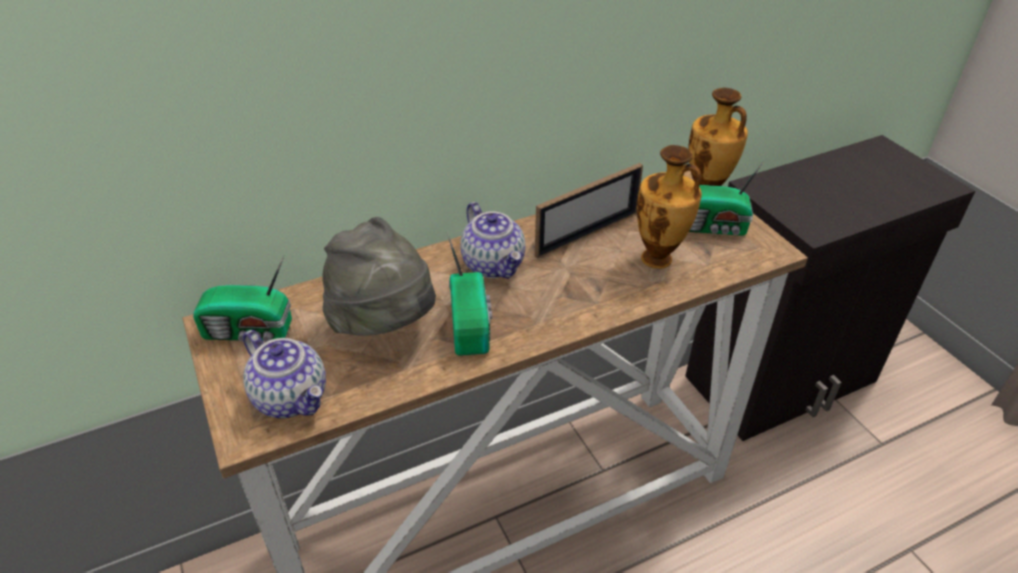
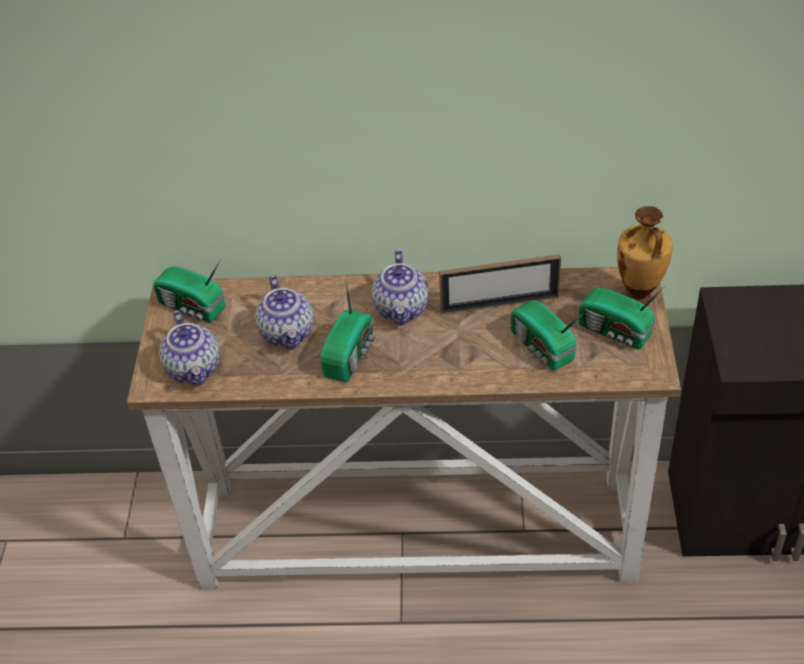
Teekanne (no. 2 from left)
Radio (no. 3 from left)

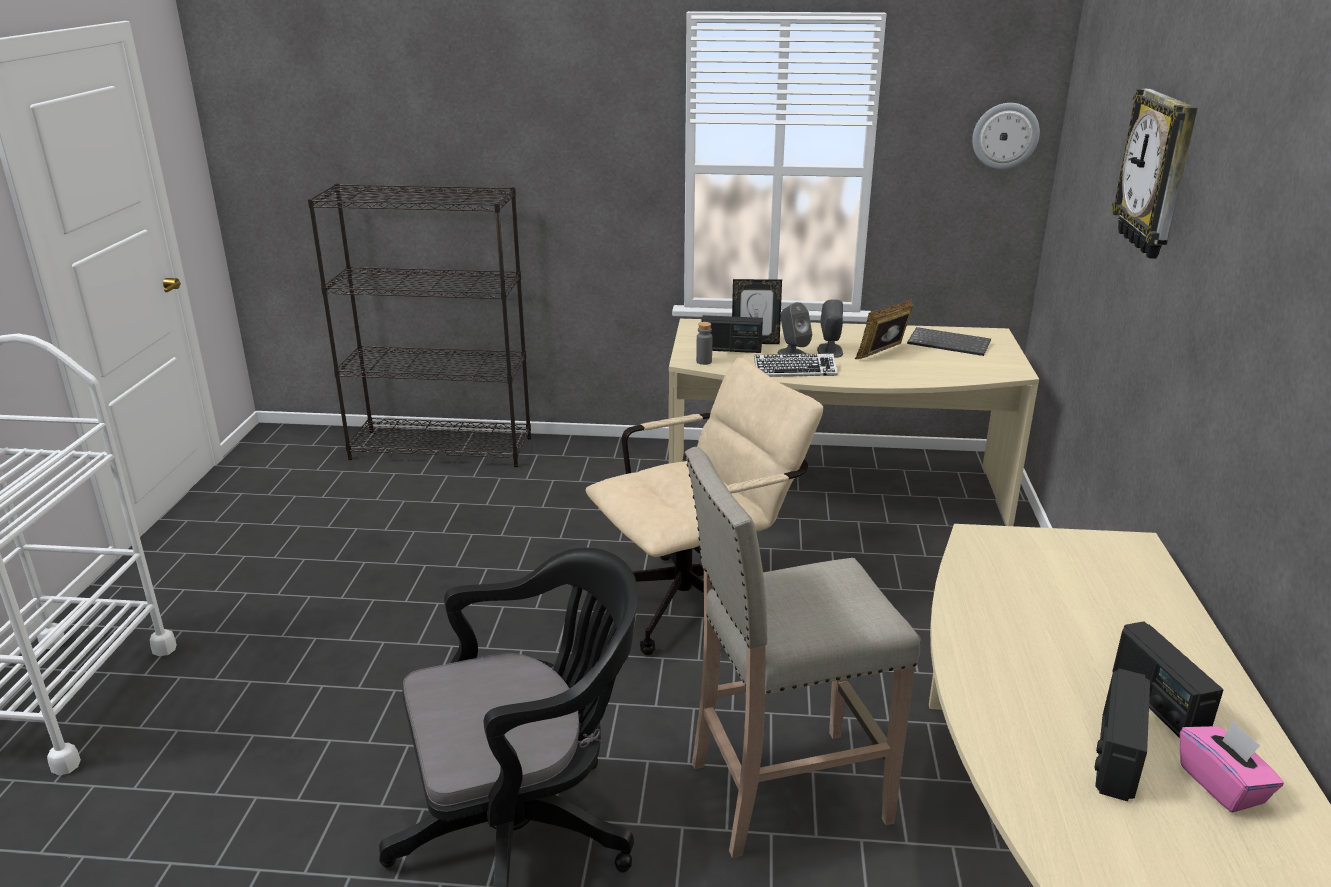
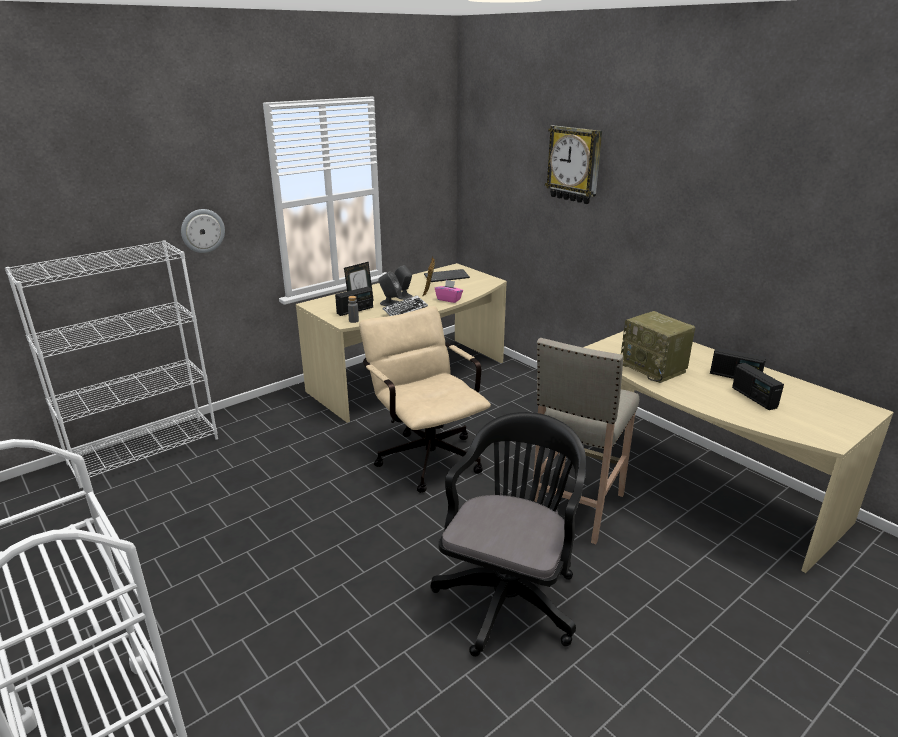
Bücherregal/weiß
Bürostuhl/beige
Wanduhr (no. 1 from left)
Taschentuchbox/rosa
Radio (no. 2 from left)

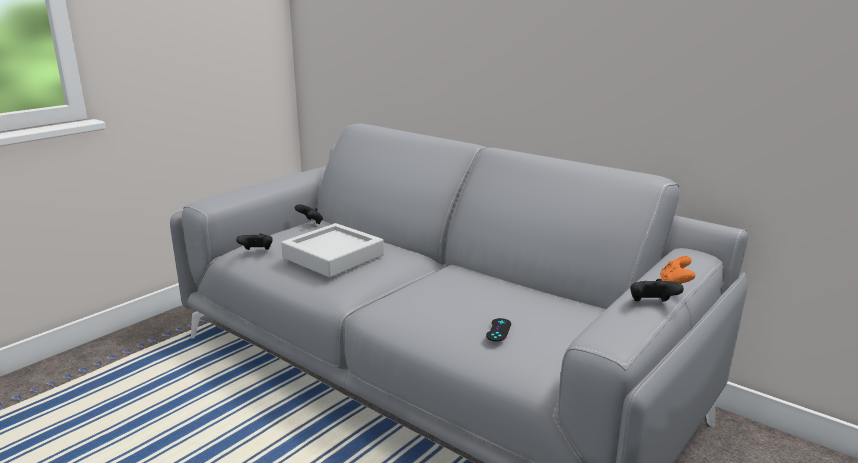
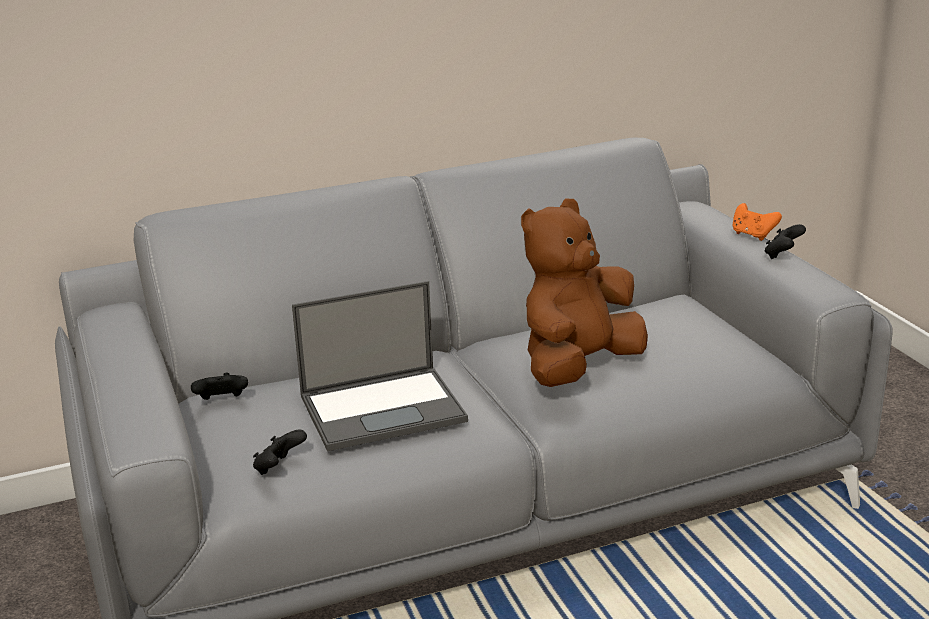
Laptop
Gamepad/schwarz (no. 3 from left in the first image)
Plüschtier/braun

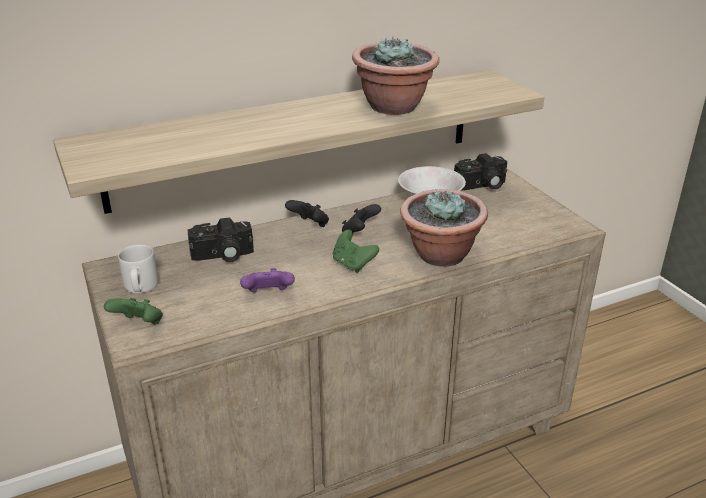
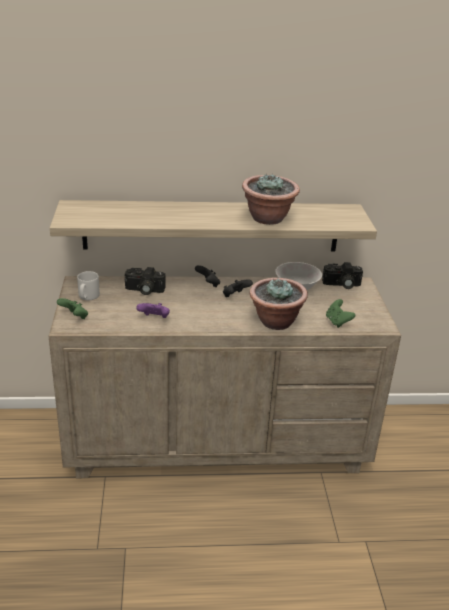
Gamepad/grün (no. 2 from left)

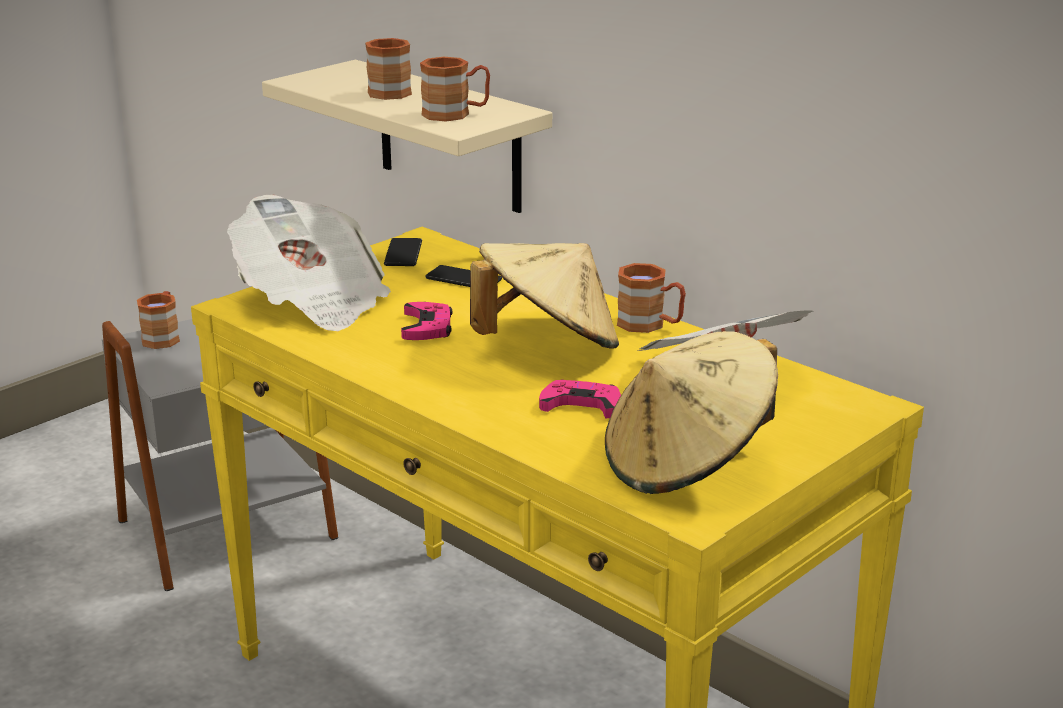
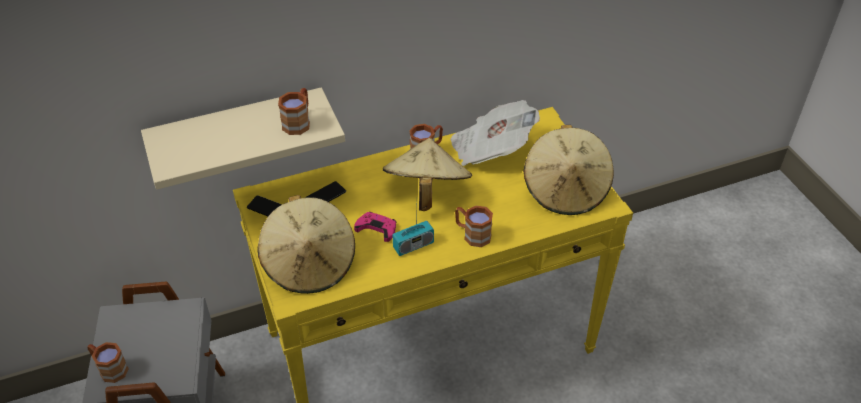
Hut/beige (no. 1 from left)
Henkelbecher/braun (no. 4 from left)
Gamepad/rosa (no. 2 from left in the first image)
Radio

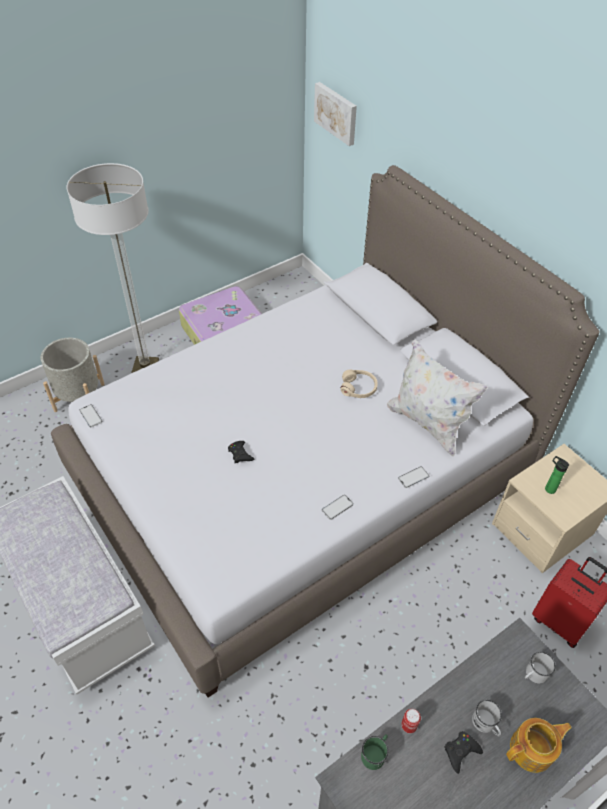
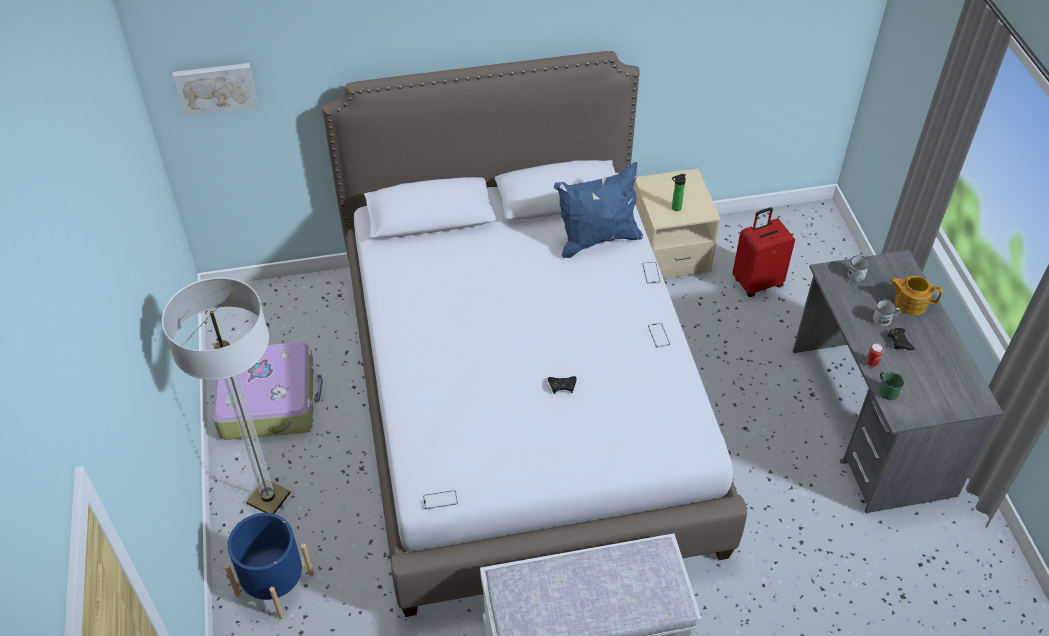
Pflanzkübel/blau
Kopfhörer/beige
Kissen/blau
Teekanne

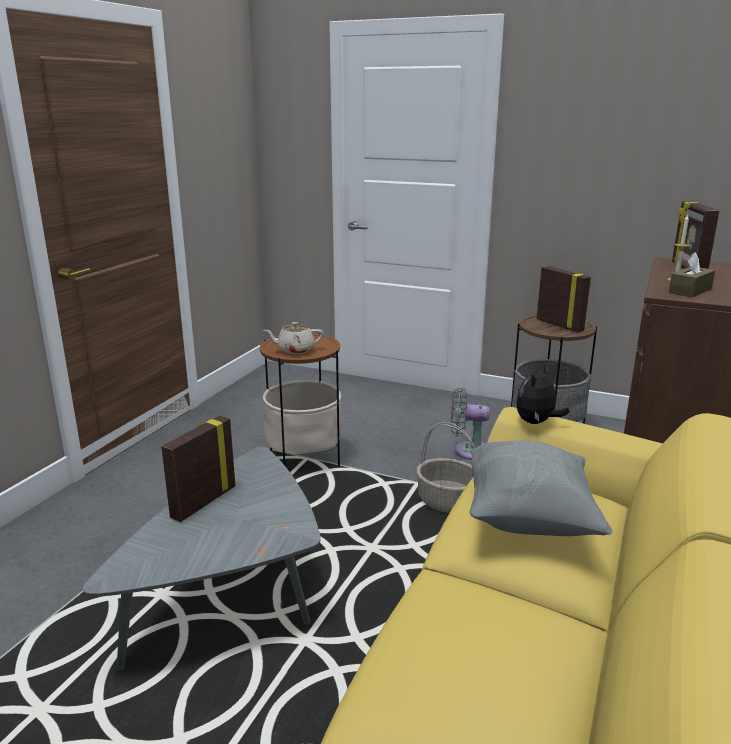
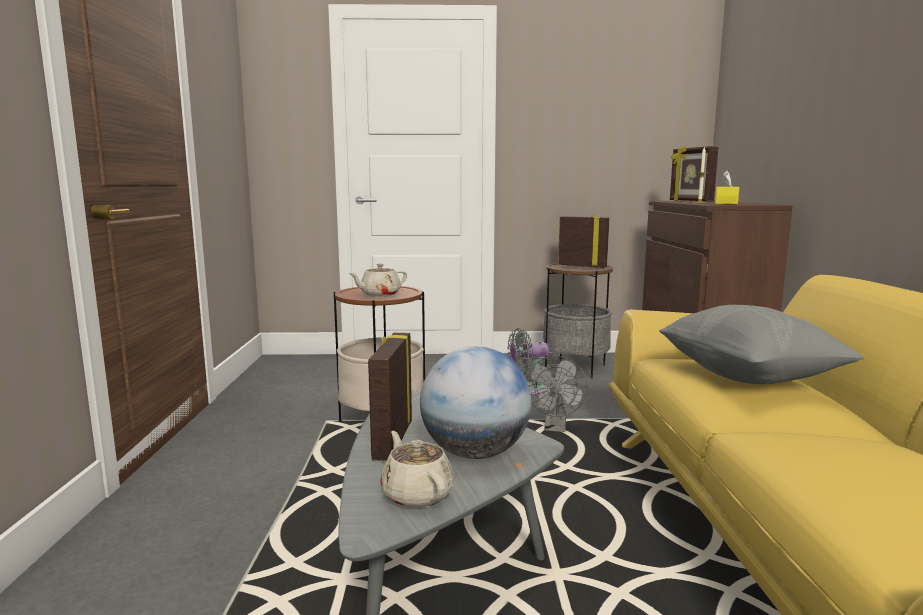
Ventilator/grau (no. 2 from left)
Plüschtier
Taschentuchbox/gelb
Teekanne/beige (no. 2 from left)
Globus

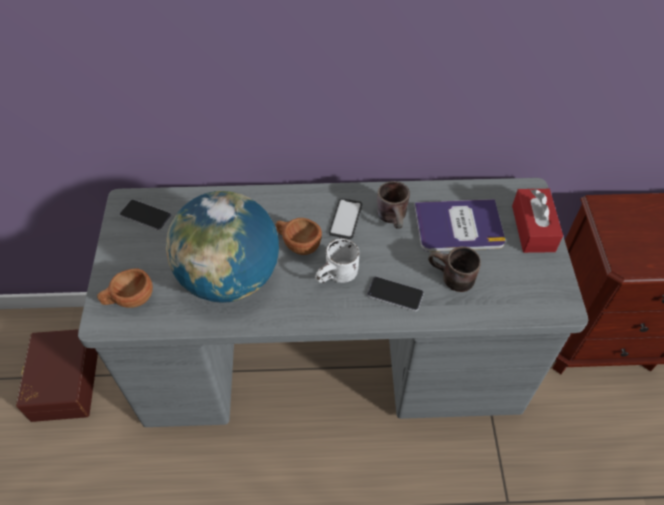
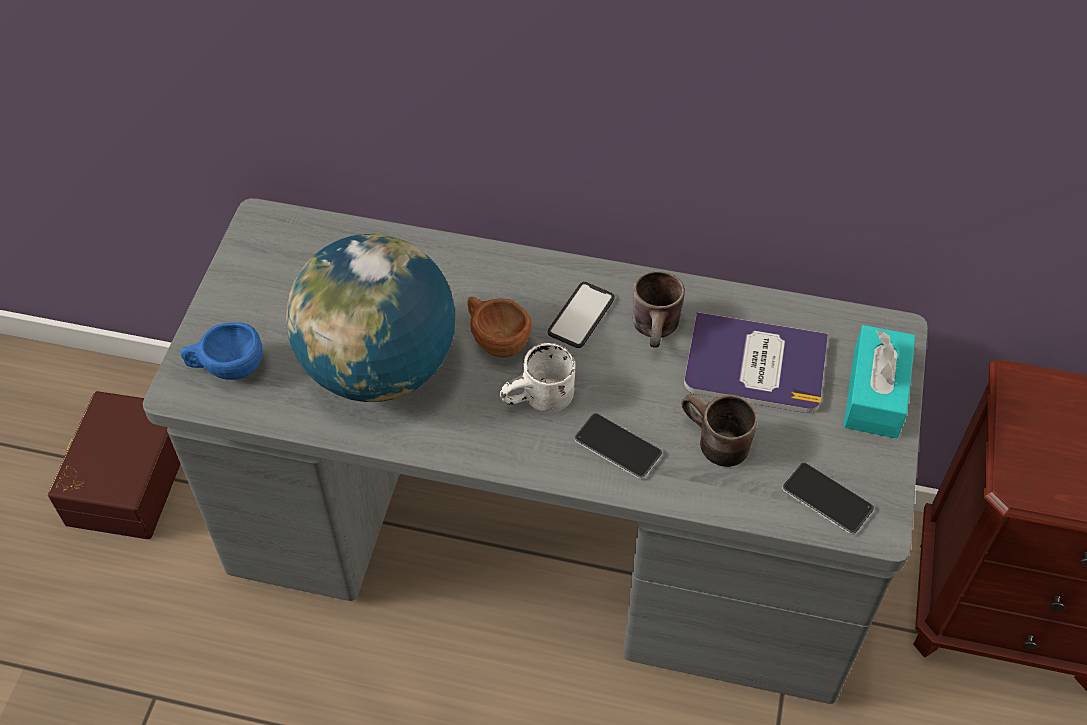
Tasse/blau
Handy (no. 3 from left)
Taschentuchbox/türkis

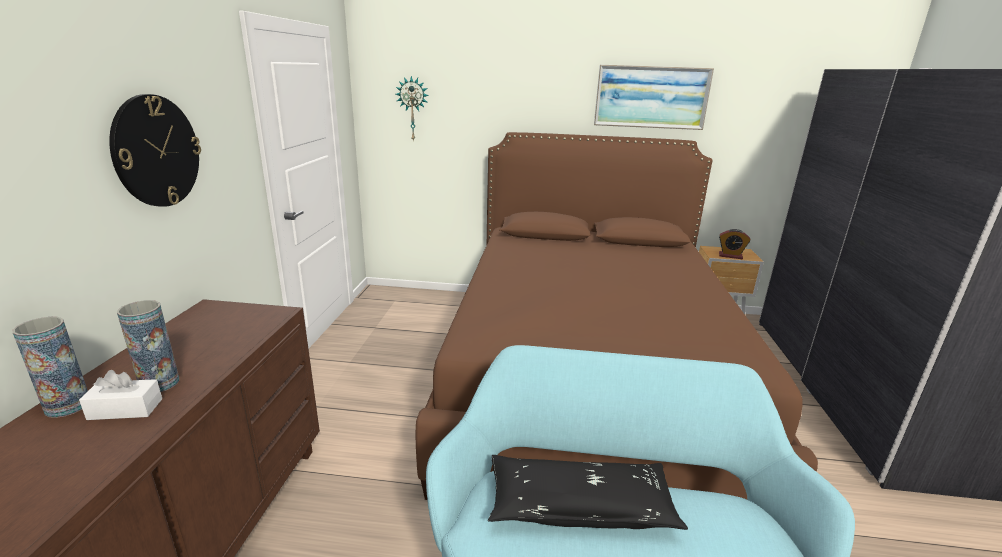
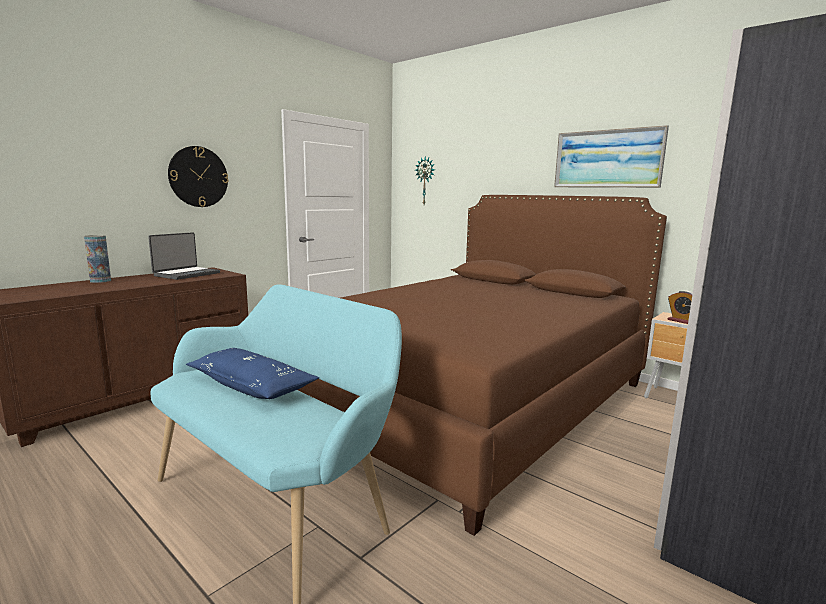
Taschentuchbox/weiß
Vase (no. 2 from left in the first image)
Kissen/blau
Laptop

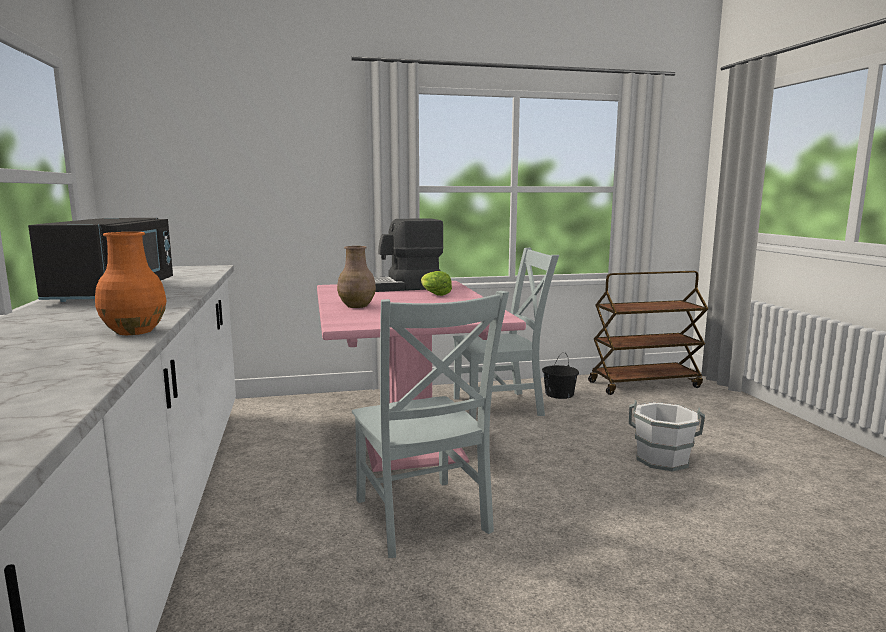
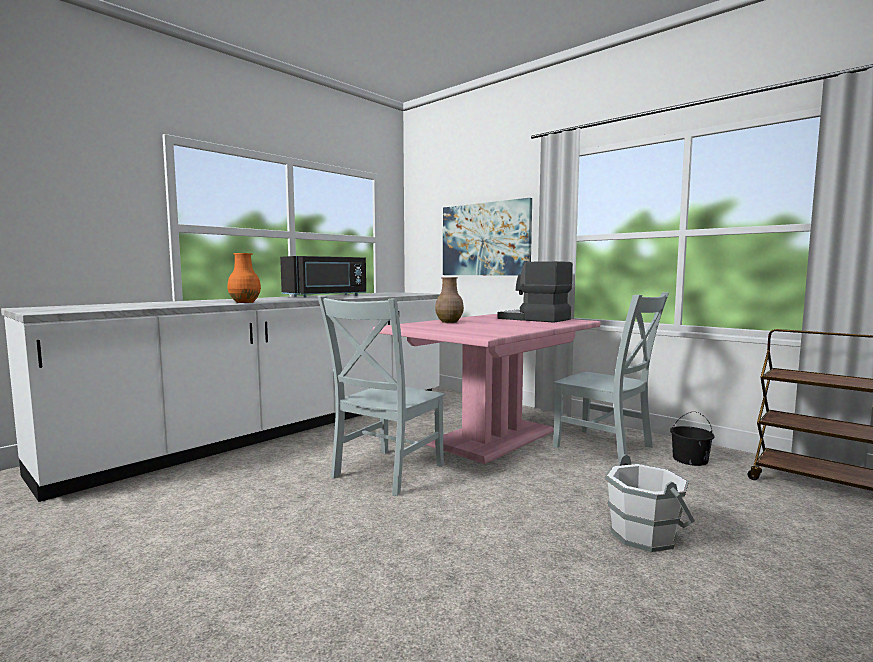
Salatkopf
Bild

